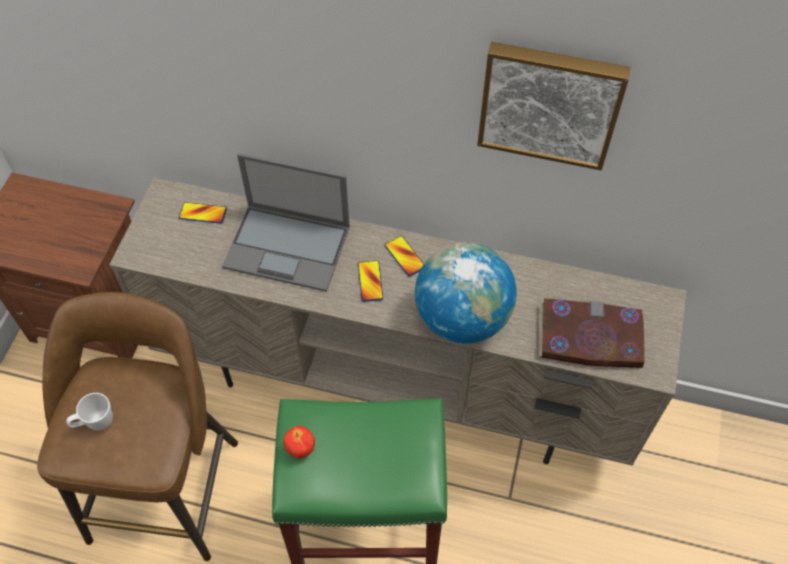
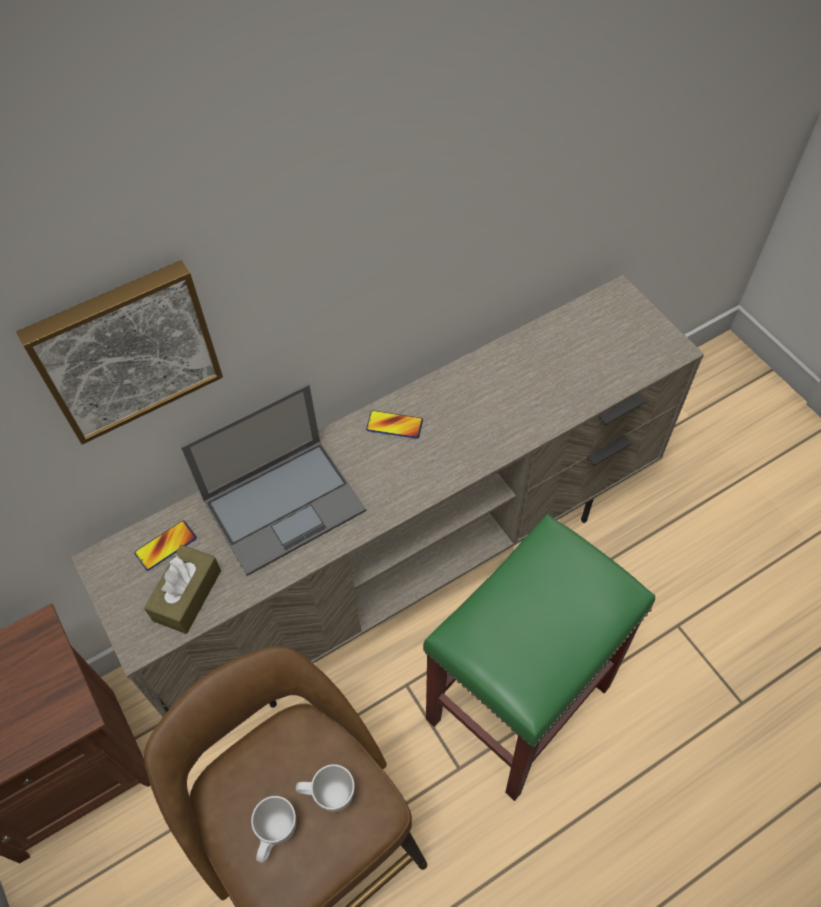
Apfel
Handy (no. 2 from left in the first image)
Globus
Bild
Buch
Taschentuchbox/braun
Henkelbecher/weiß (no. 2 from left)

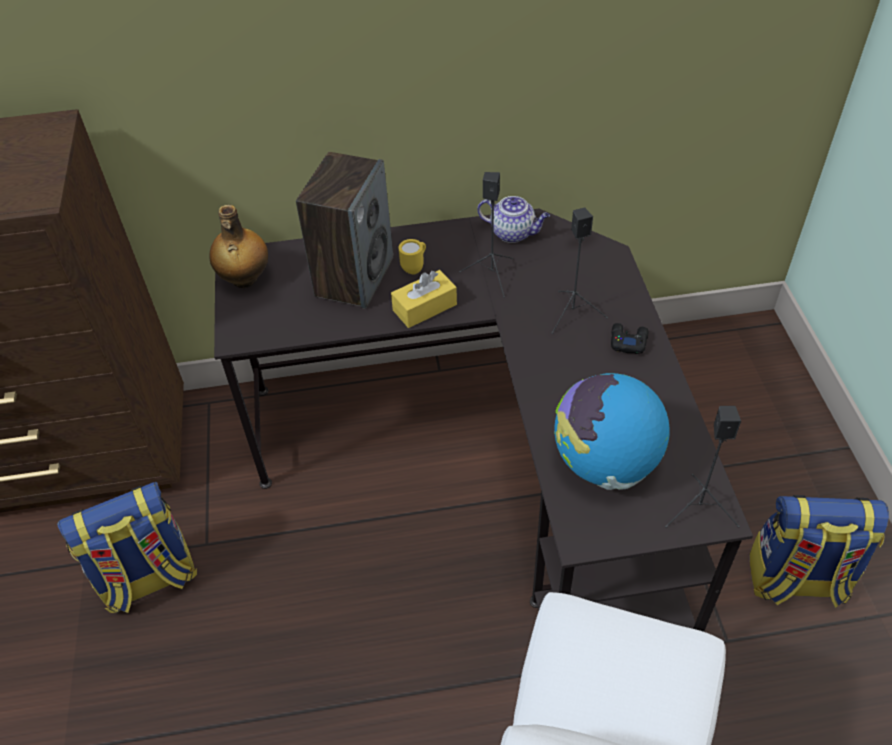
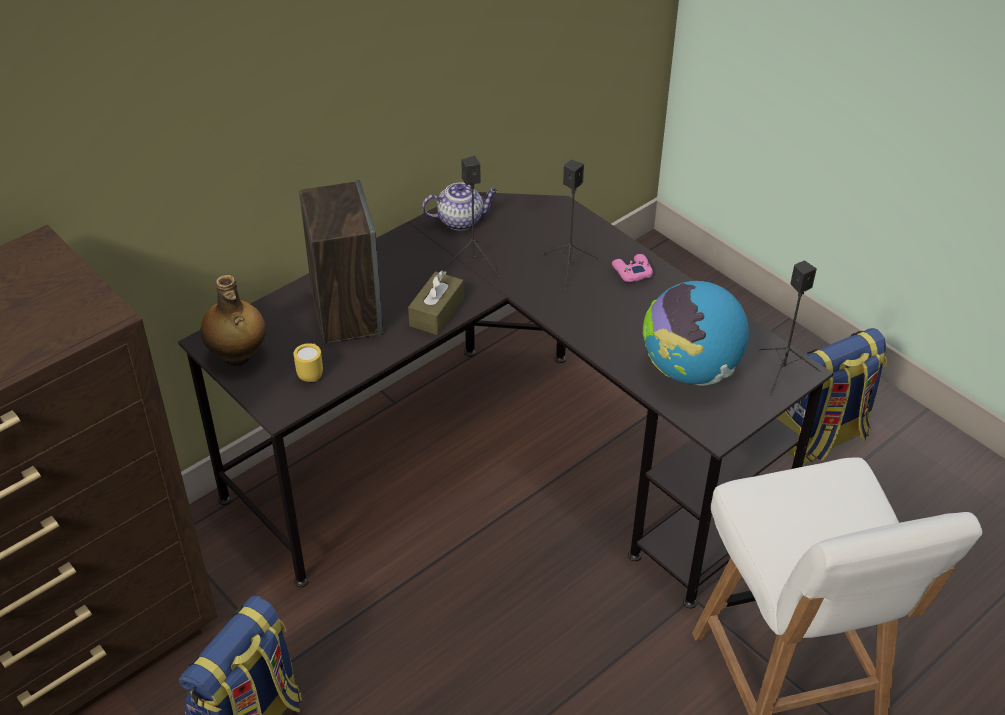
Taschentuchbox/braun
Henkelbecher/gelb
Gamepad/rosa

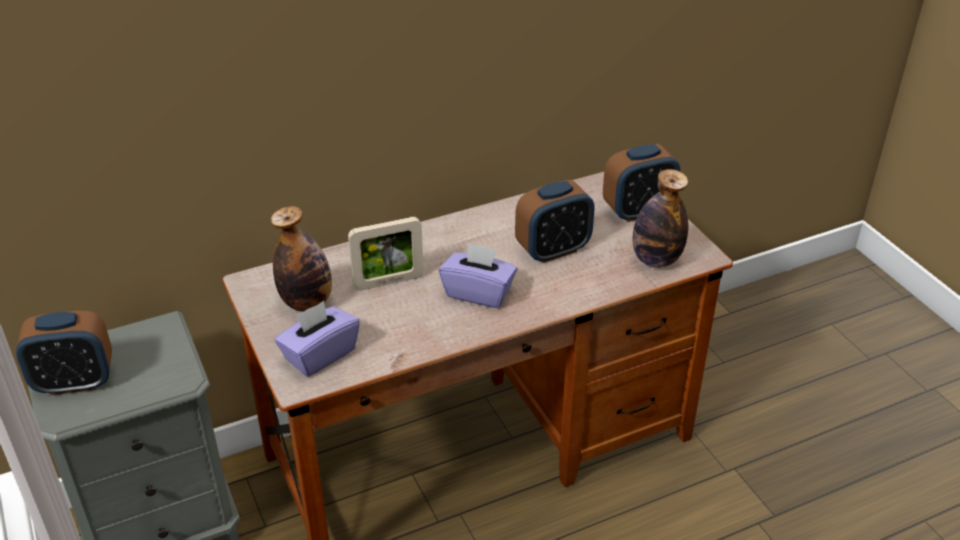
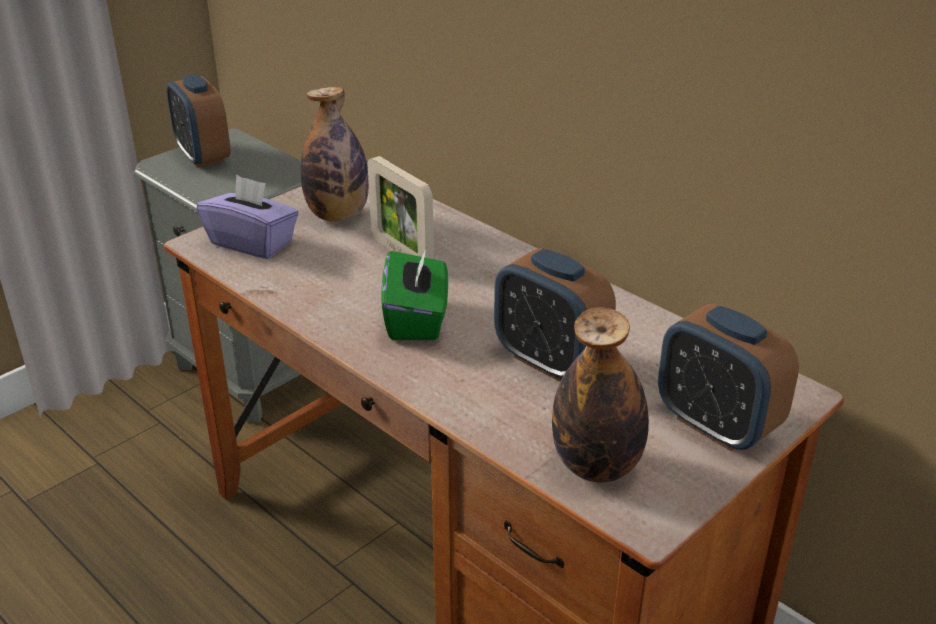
Taschentuchbox/grün

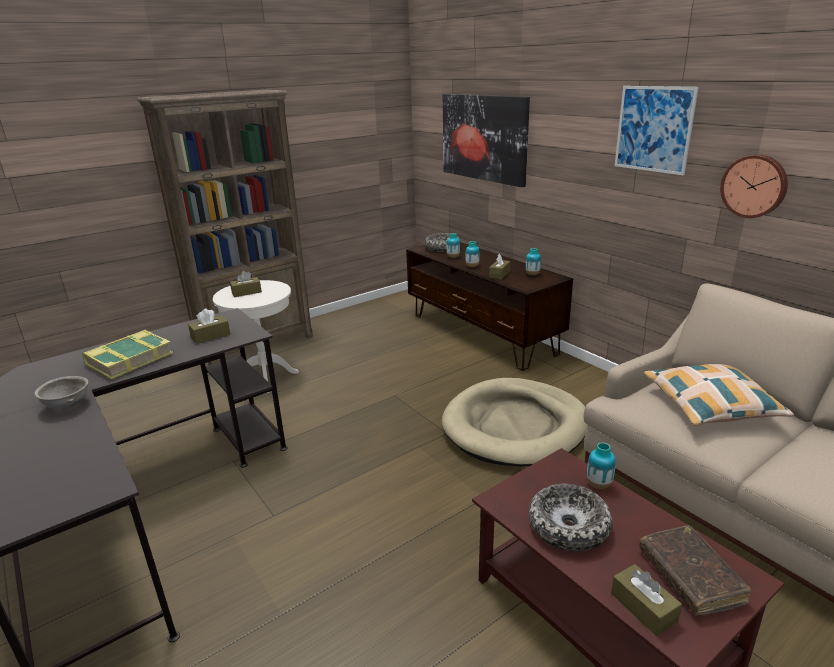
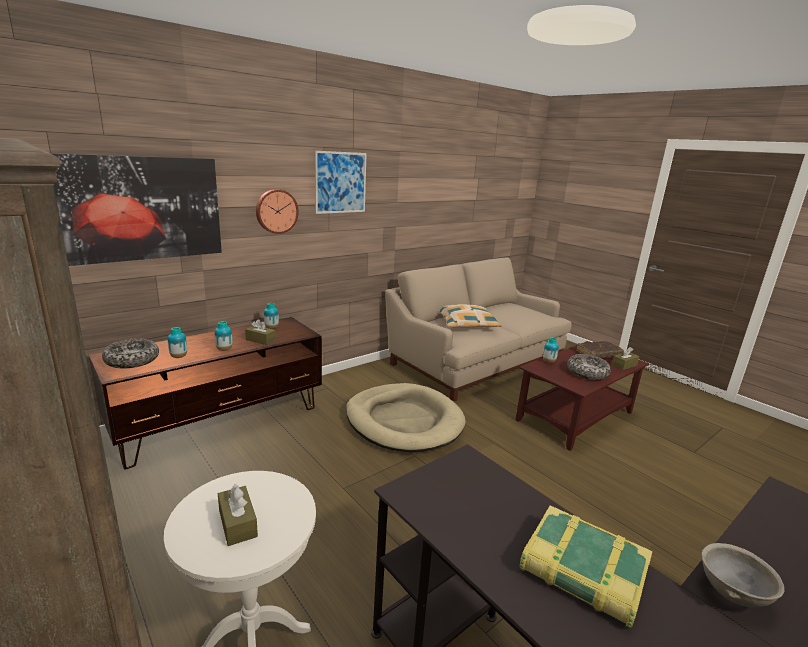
Taschentuchbox/braun (no. 1 from left in the first image)
Wanduhr

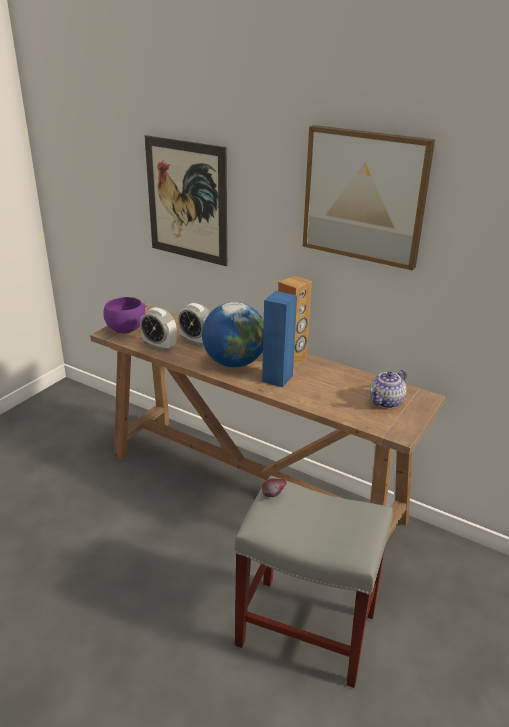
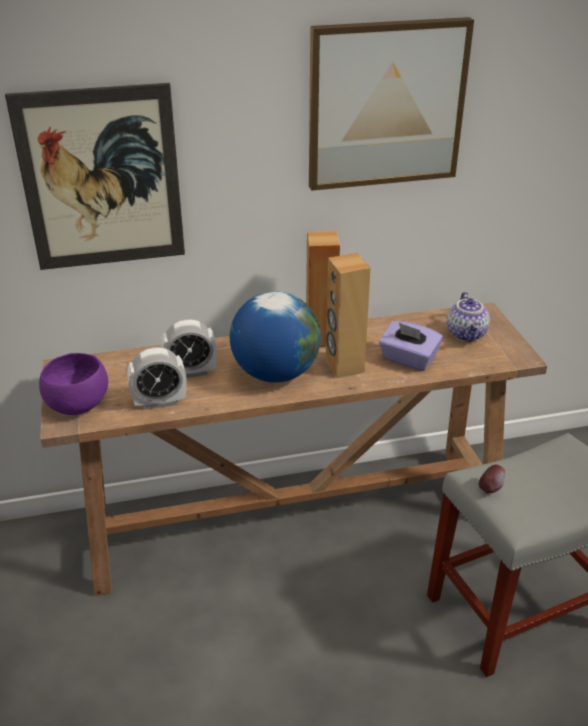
Lautsprecher/braun (no. 2 from left)
Taschentuchbox/lila

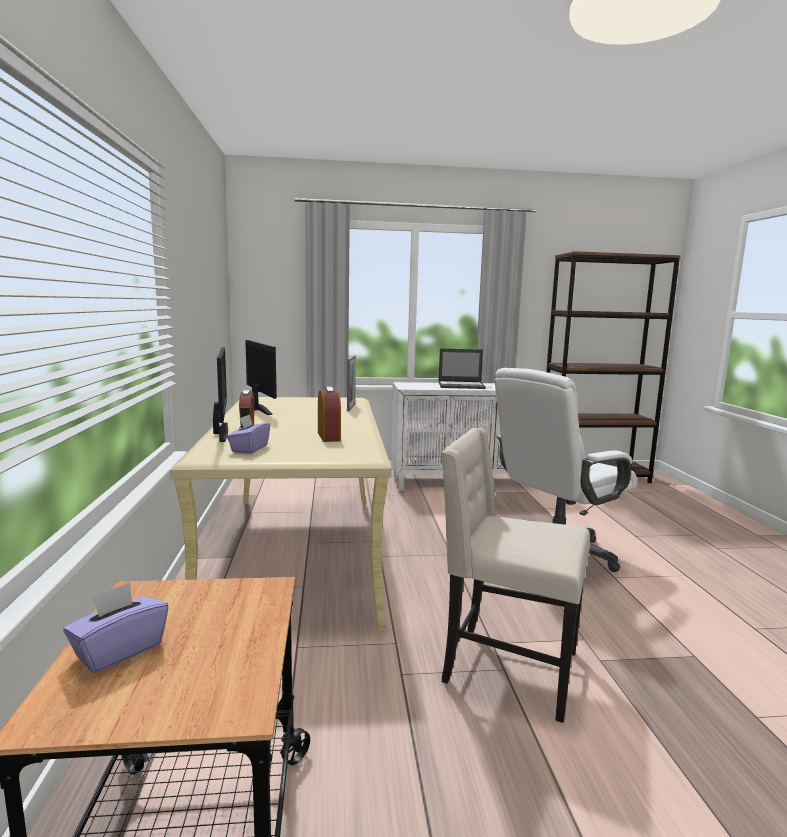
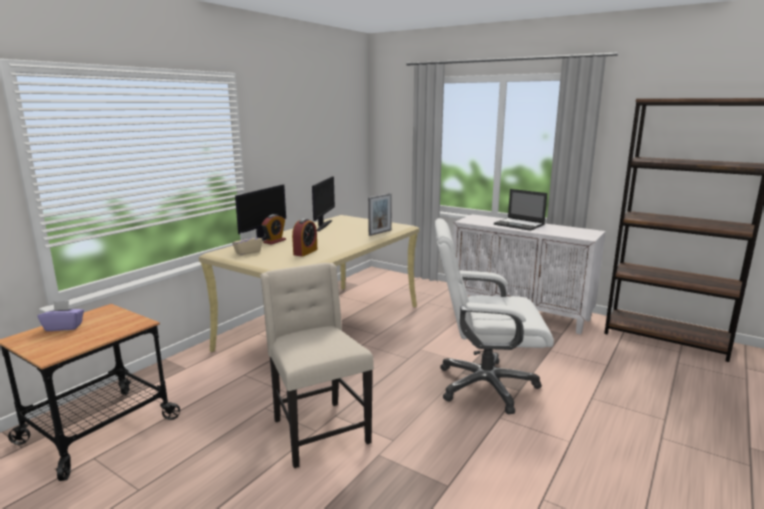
Taschentuchbox/beige

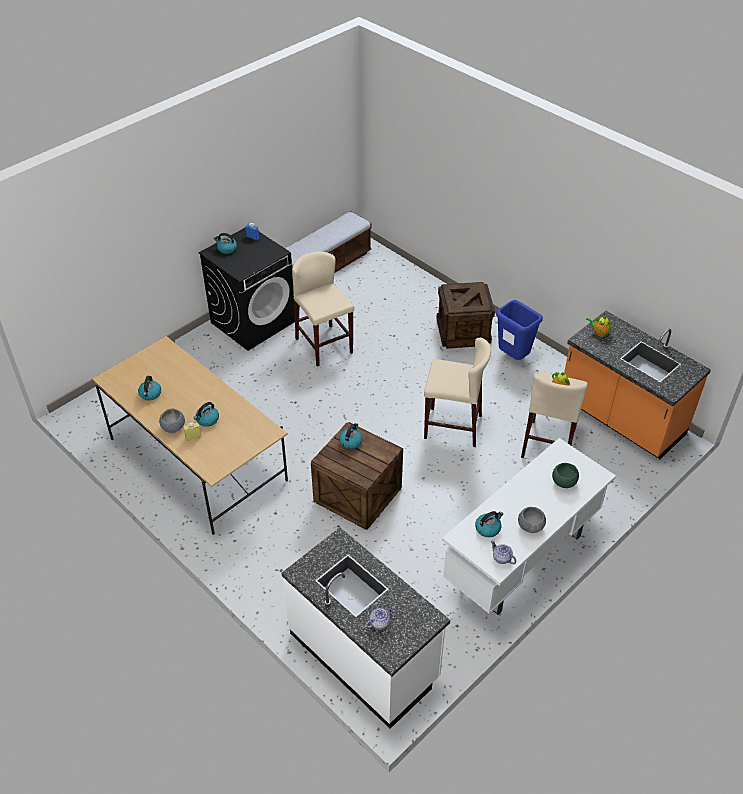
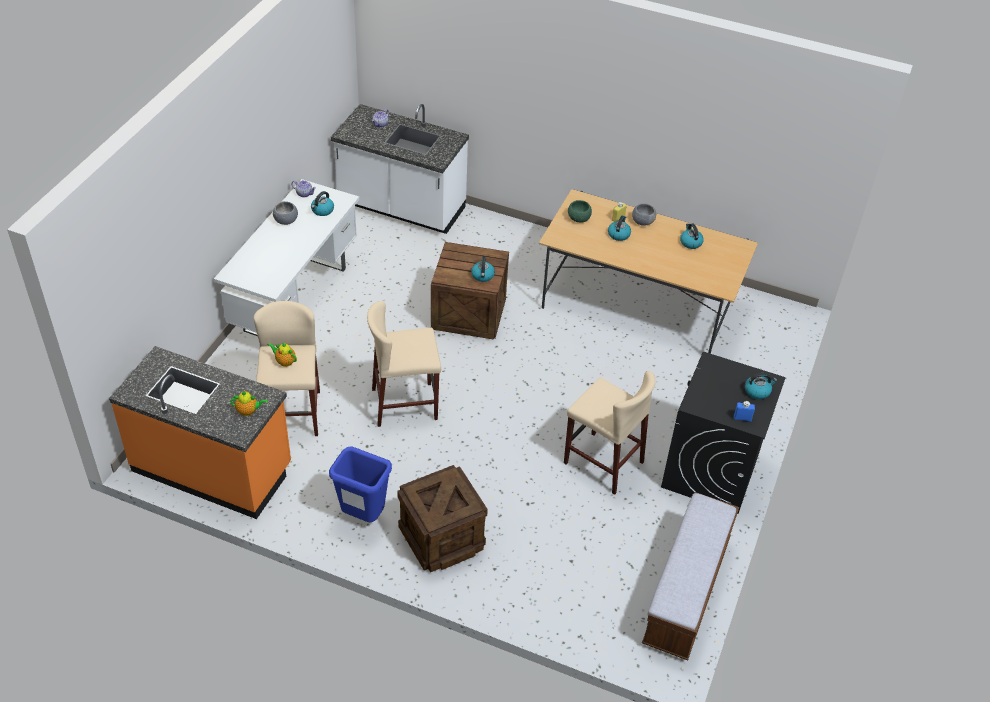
Schüssel/grün

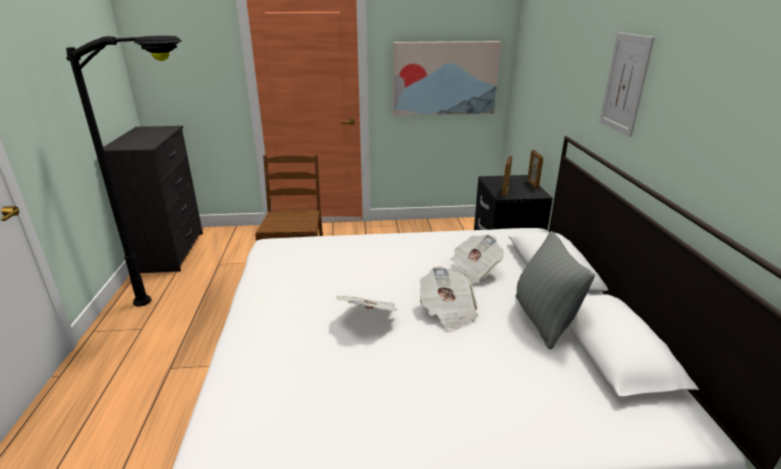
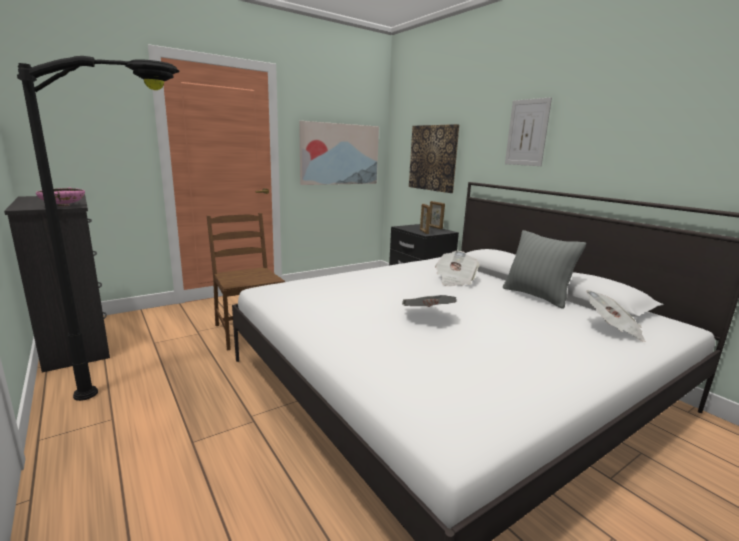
Zeitung (no. 3 from left)
Schüssel/rosa
Bild (no. 2 from left)

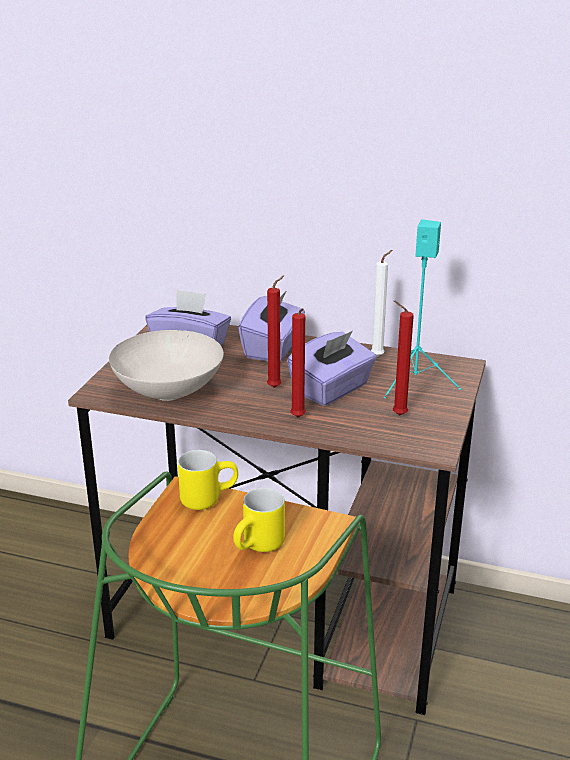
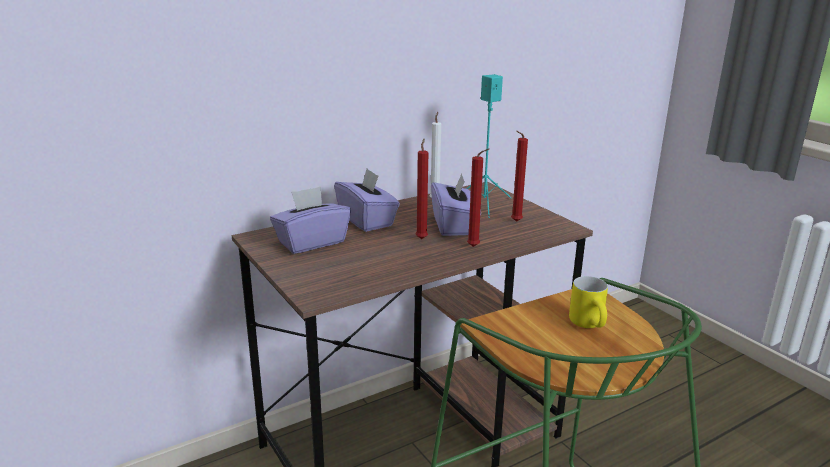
Schüssel/weiß
Henkelbecher/gelb (no. 1 from left in the first image)

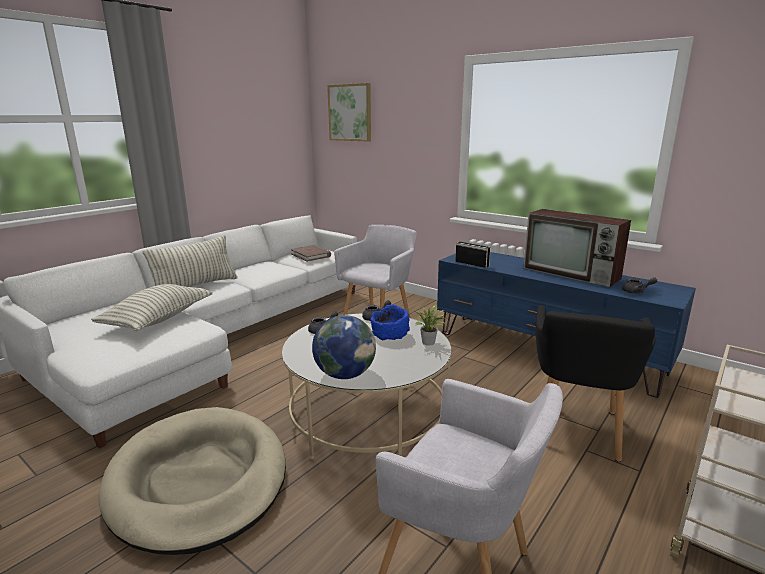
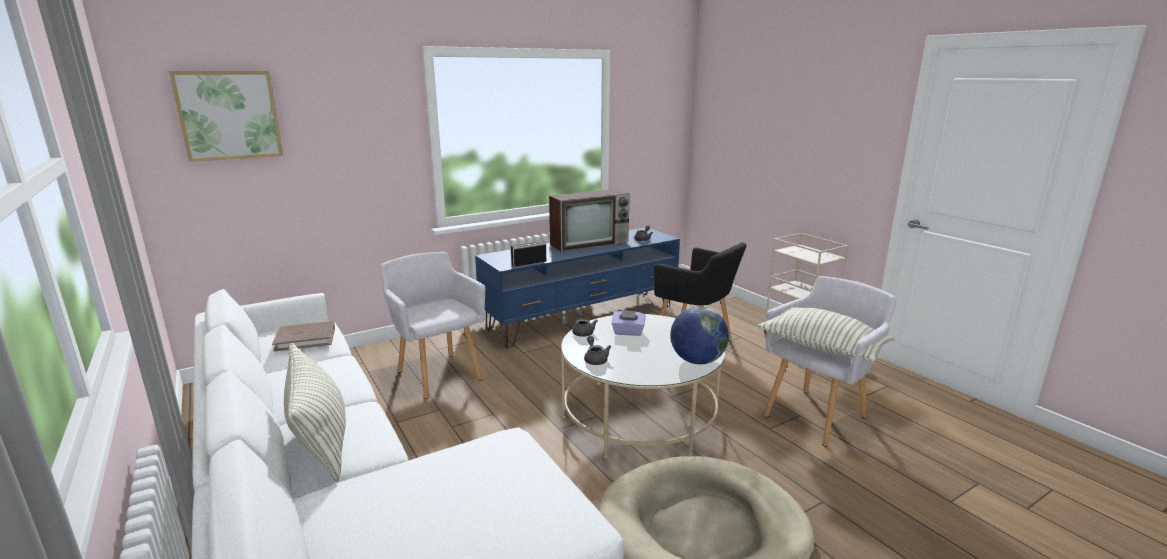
Kissen (no. 2 from left)
Taschentuchbox/lila
Topfpflanze

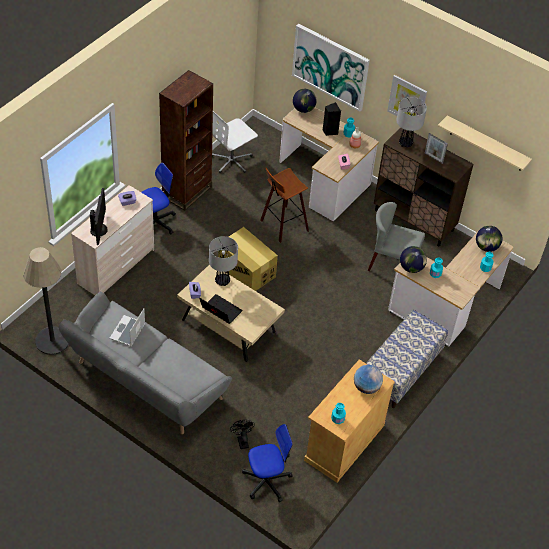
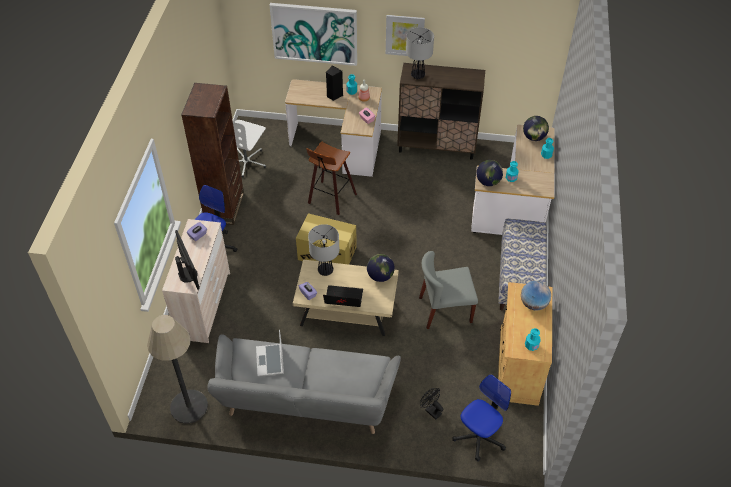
Globus (no. 1 from left)
Stuhl/grau
Bilderrahmen
Wandregal/beige

